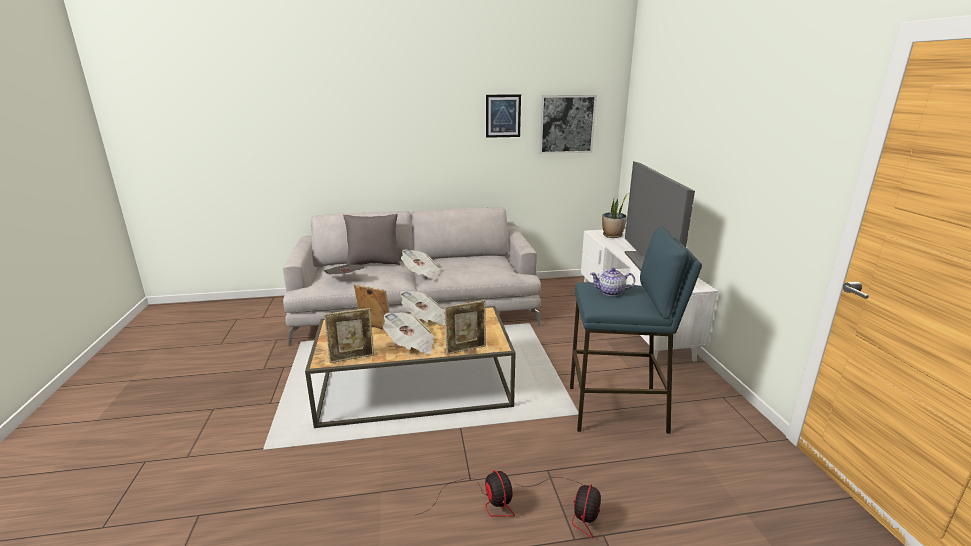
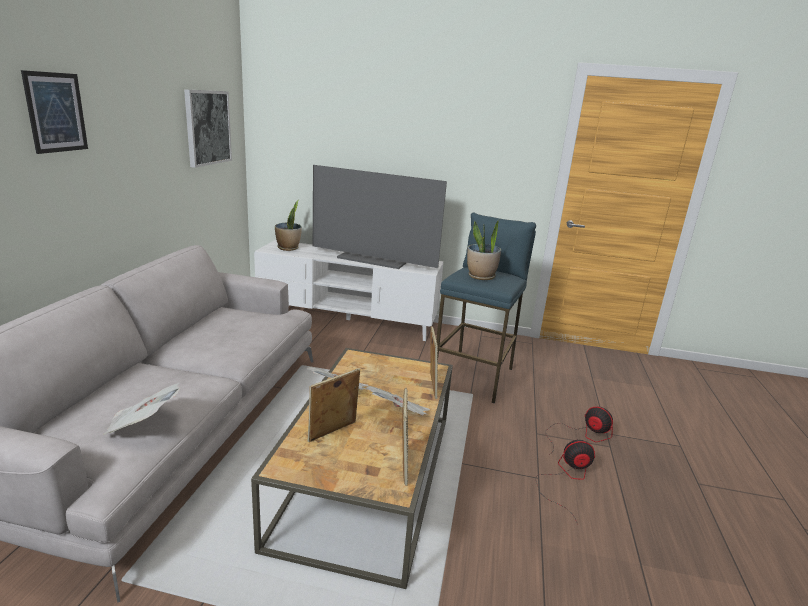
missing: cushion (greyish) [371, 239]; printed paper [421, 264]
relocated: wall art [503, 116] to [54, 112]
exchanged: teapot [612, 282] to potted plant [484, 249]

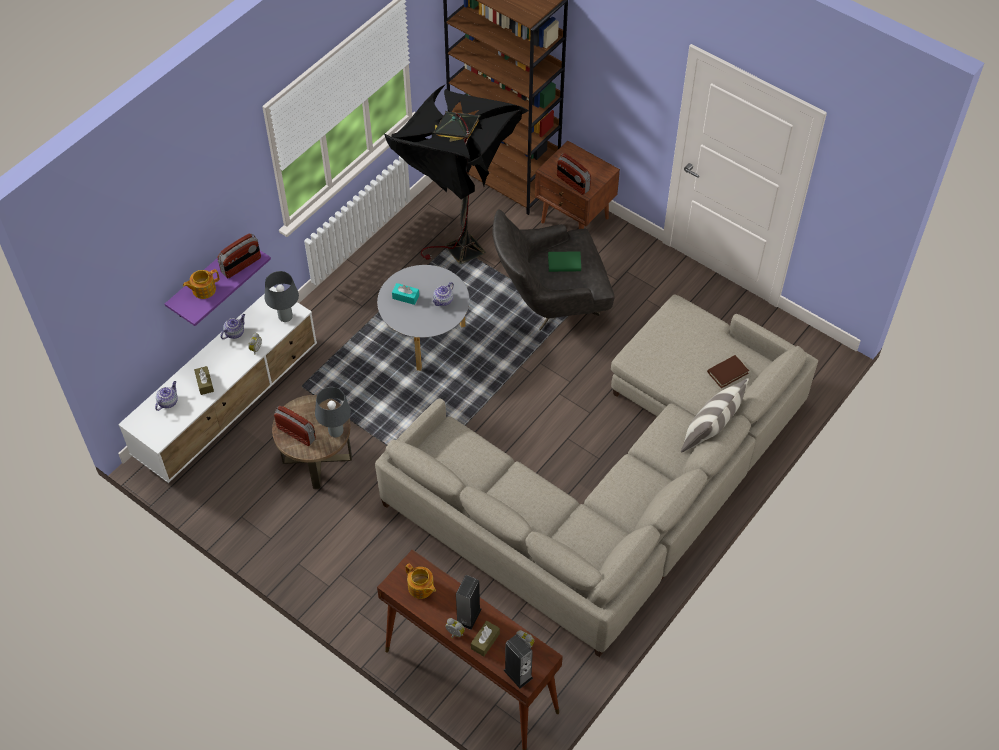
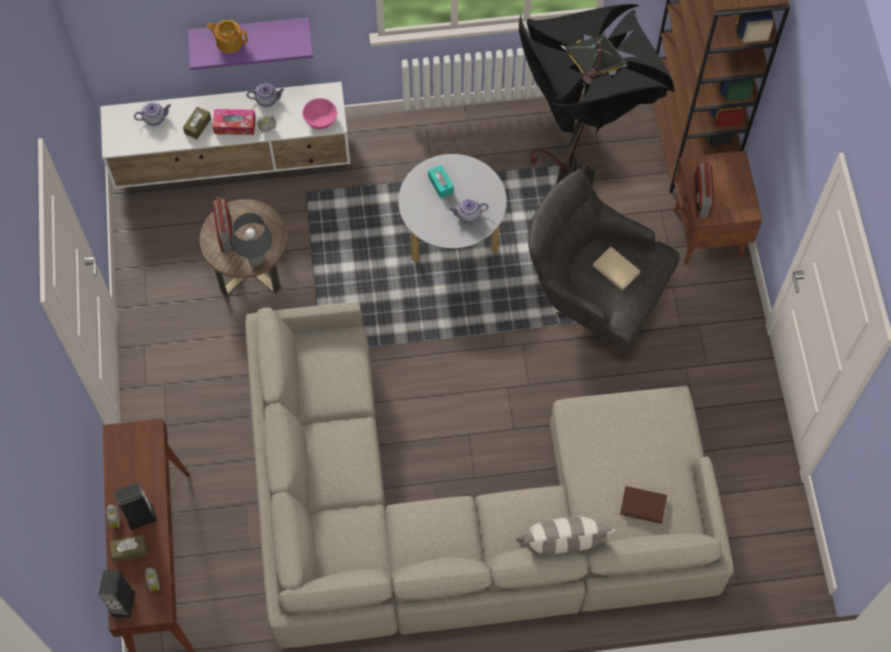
missing: radio receiver [239, 255]; teapot [420, 581]
appeared: tissue holder [234, 122]
exchanged: table lamp (greyish) [282, 296] to deep dish (pink-coloured) [319, 114]
colour: bound book (greenish) [564, 261] to bound book (sand-coloured) [616, 268]

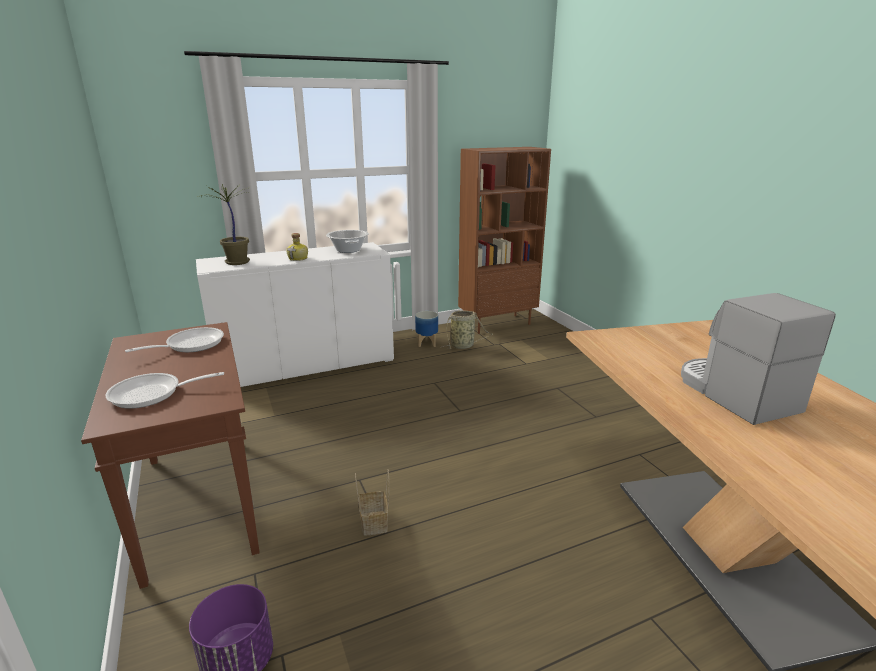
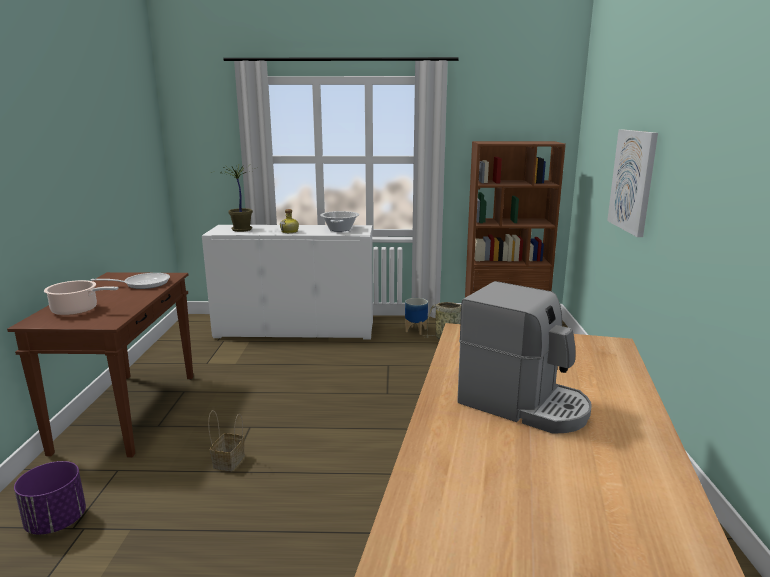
appeared: wall art [632, 183]
exchanged: pan [165, 390] to saucepot [81, 298]
spun: coffee brewer [758, 359] = [524, 357] 120 degrees clockwise

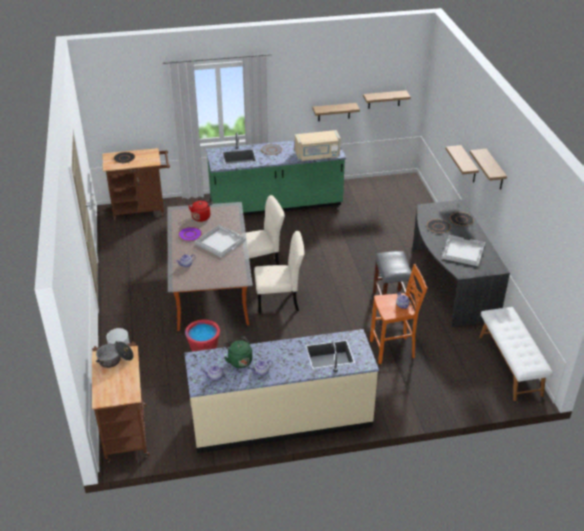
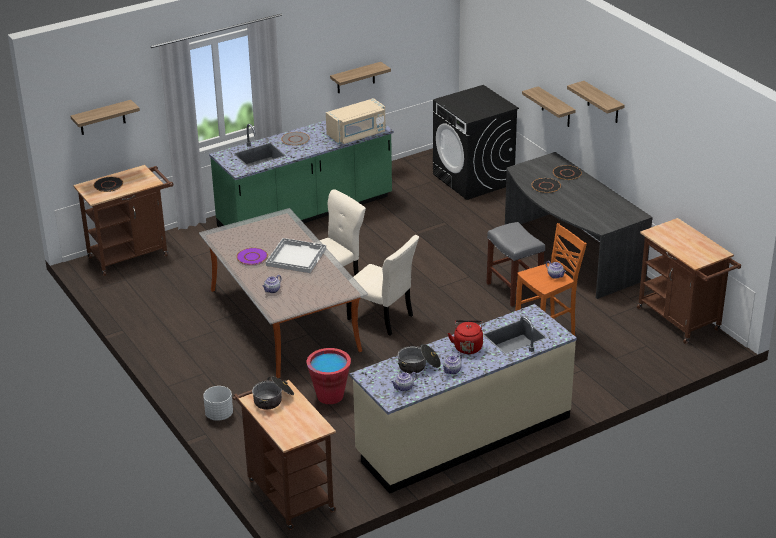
missing: serving tray (white) [463, 250]
appeared: laundry machine (black) [476, 142]
relocated: tea kettle (reddish) [200, 210] to [465, 337]; bracket shelf [387, 99] to [105, 117]
exchanged: tea kettle (greenish) [238, 352] to saucepot [419, 359]; long seat (white) [516, 354] to wheeled cart (brown-coloured) [689, 281]
spun: plain chair (sand-coloured) [279, 272] = [382, 285] 60 degrees clockwise

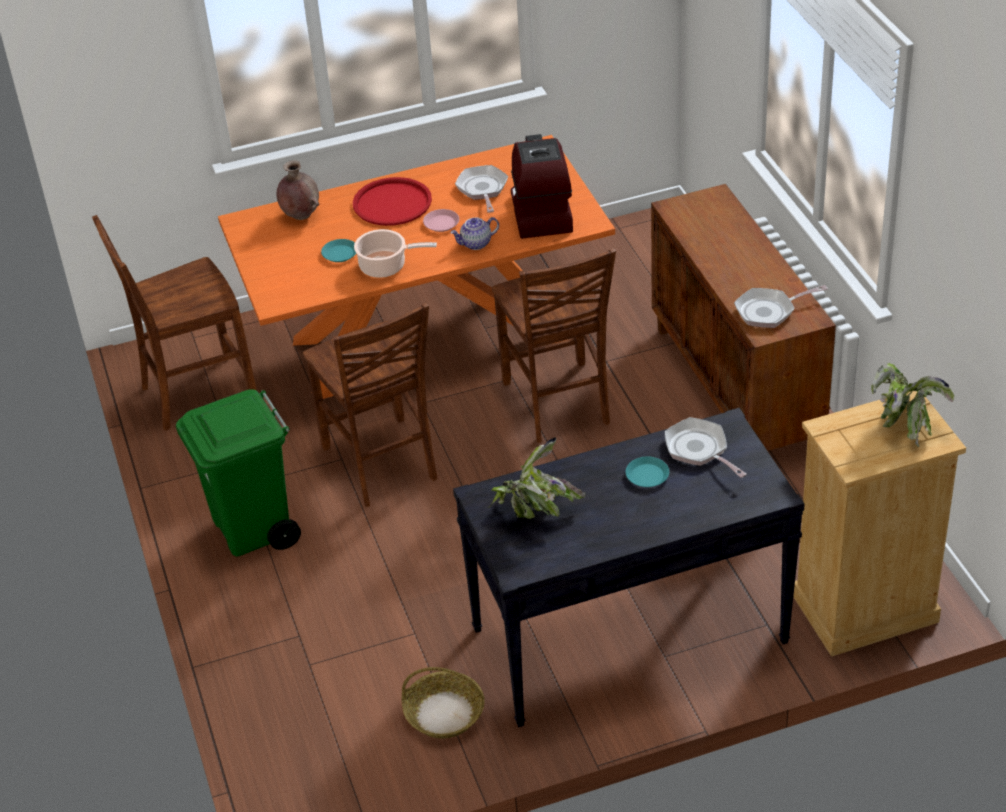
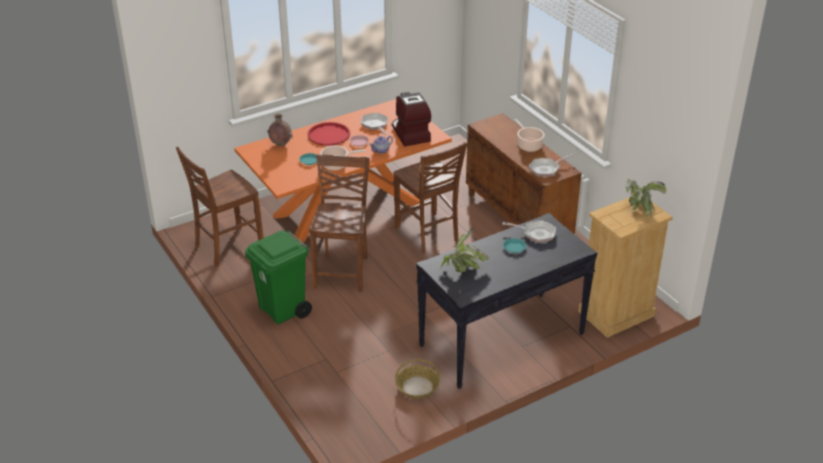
appeared: saucepot [529, 135]
spun: plain chair (brown-coloured) [370, 405] = [339, 223] 135 degrees counterclockwise; pan [706, 447] = [529, 231] 150 degrees clockwise

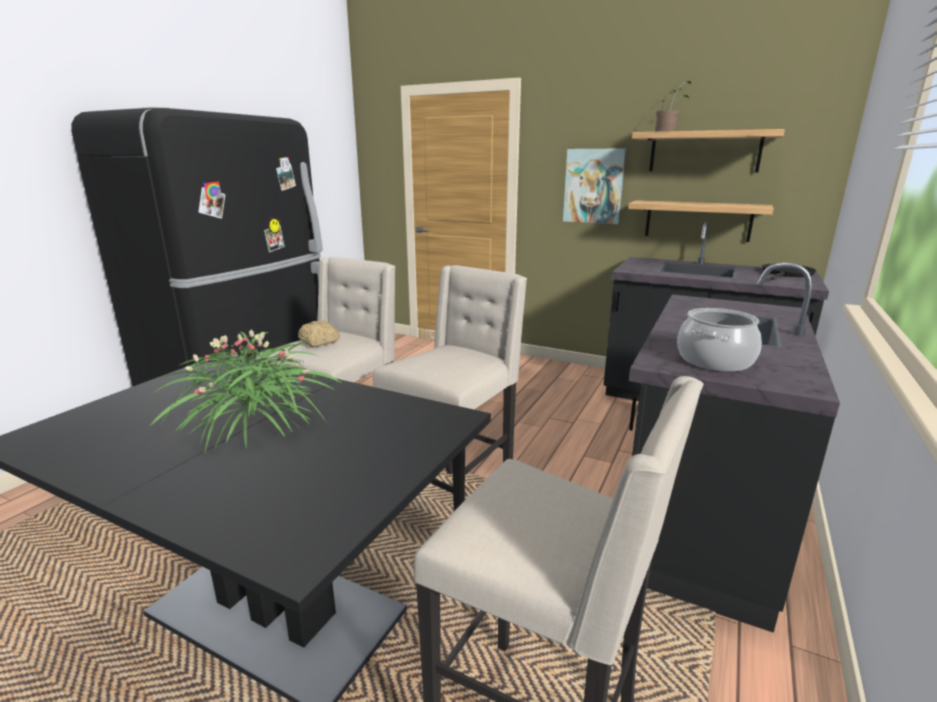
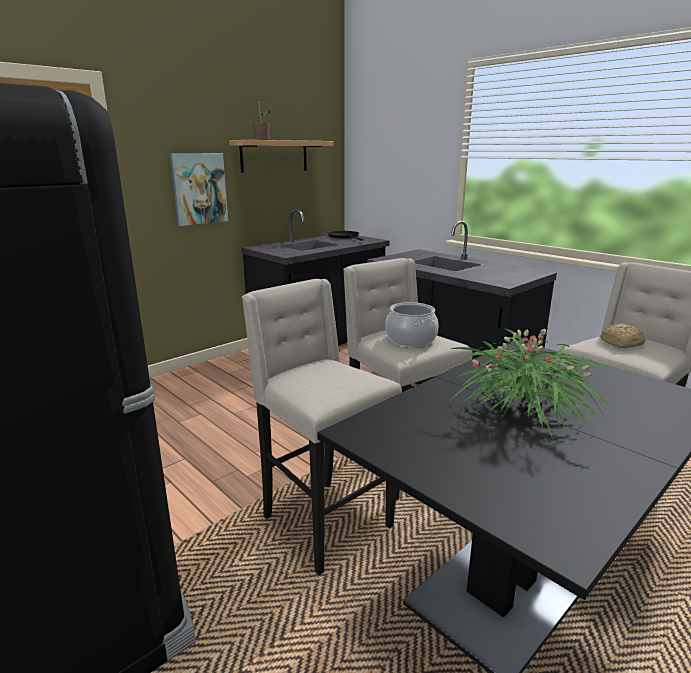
missing: bracket shelf [701, 221]
relocated: bakery bread [319, 333] to [623, 335]; saucepot [719, 339] to [412, 324]

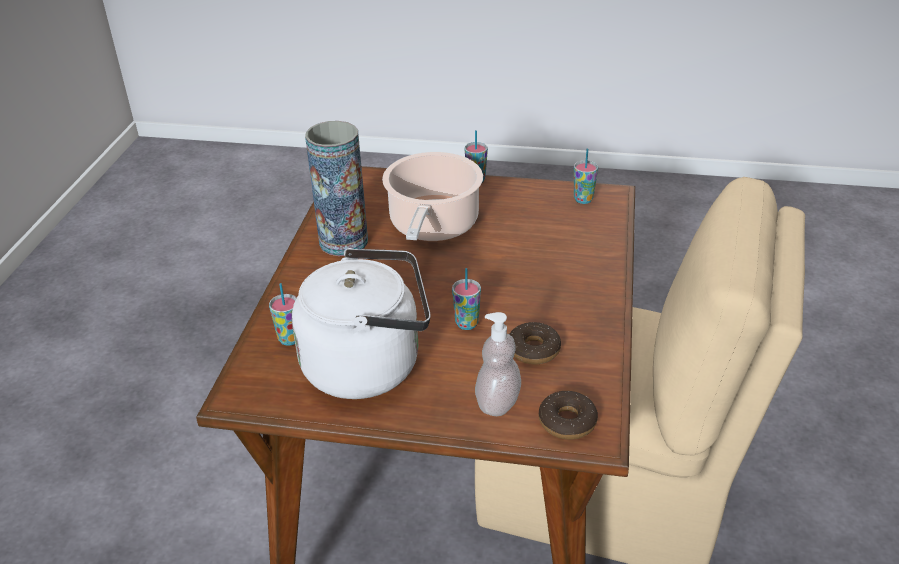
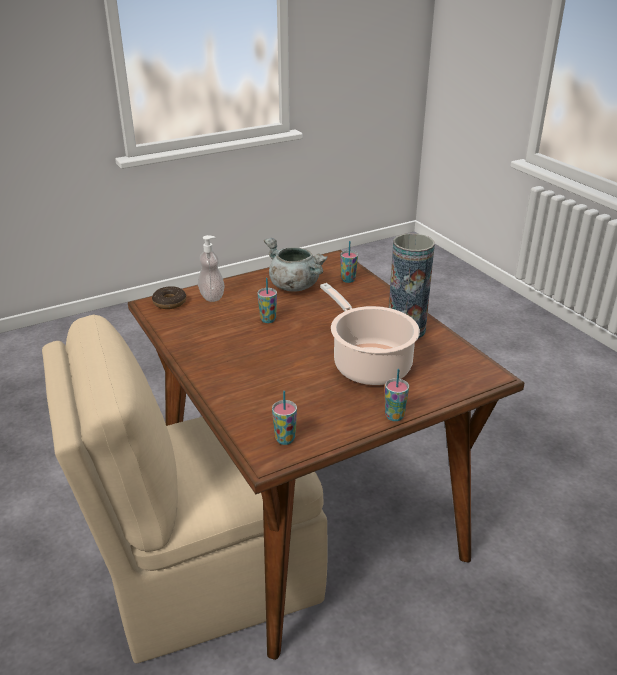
missing: donut [535, 343]
exchanged: tea kettle (white) [361, 323] to saucepot (greyish) [296, 265]

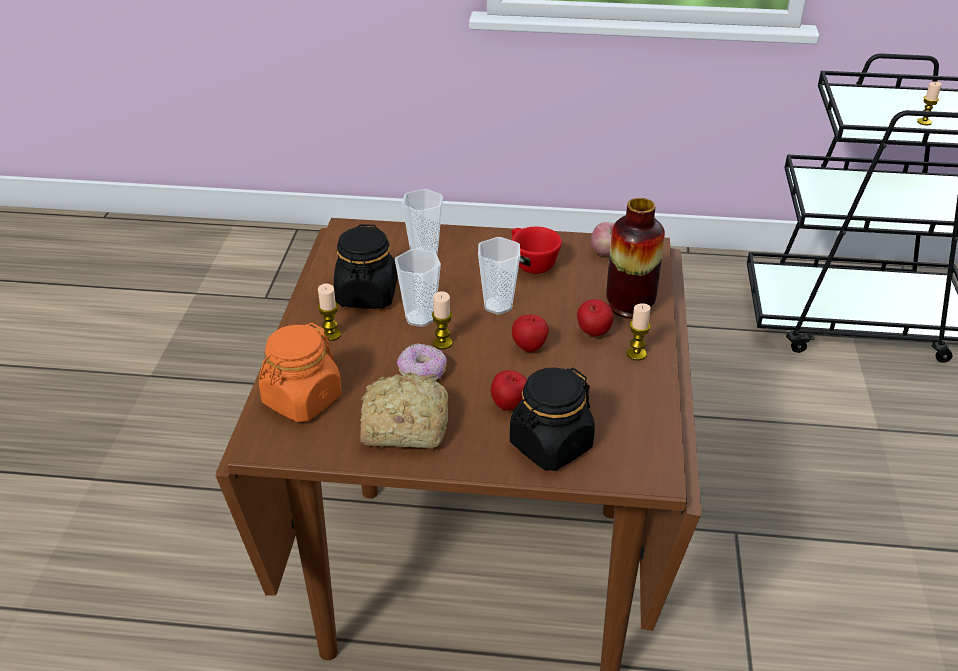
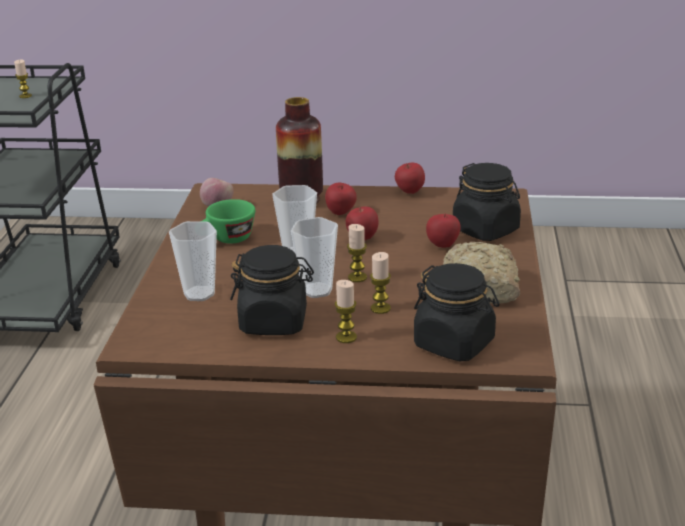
missing: donut [422, 362]
appeared: apple [410, 178]
relocated: candle [639, 332] to [380, 283]
colour: preserve jar (orange-coloured) [300, 372] to preserve jar (black) [457, 312]; drinking cup (reddish) [536, 250] to drinking cup (greenish) [228, 221]

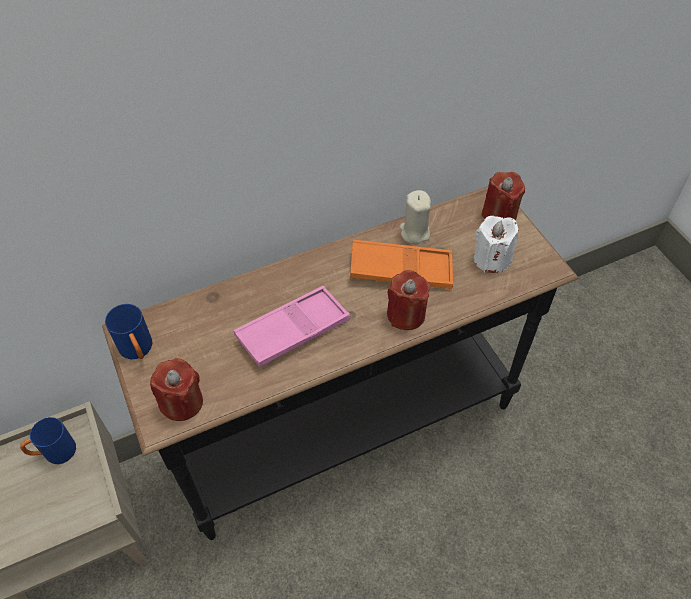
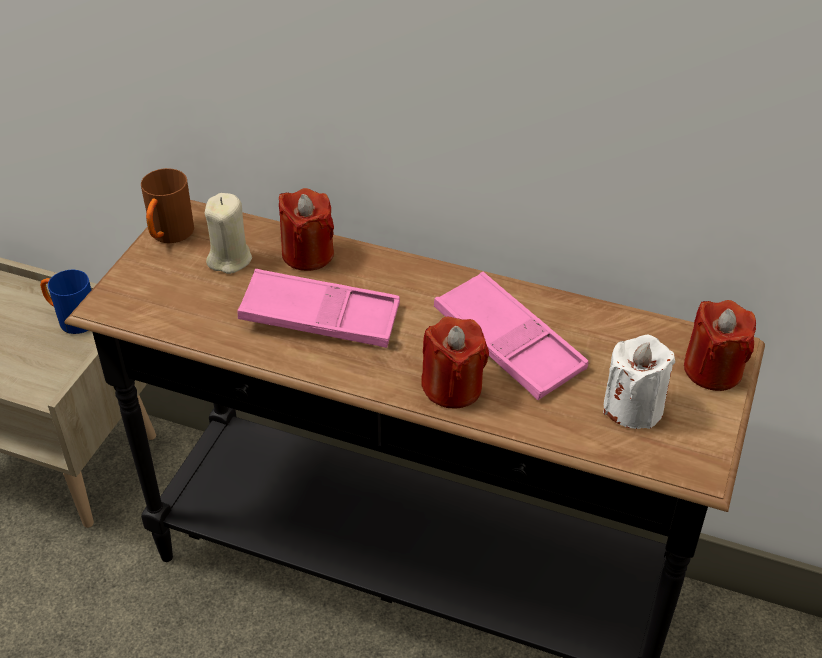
relocated: candle (reddish) [176, 389] to [306, 229]; candle (sand-coloured) [415, 217] to [228, 233]
colour: mug (bluish) [128, 331] to mug (brown-coloured) [167, 205]; serving tray (orange-coloured) [401, 264] to serving tray (pink-coloured) [511, 336]

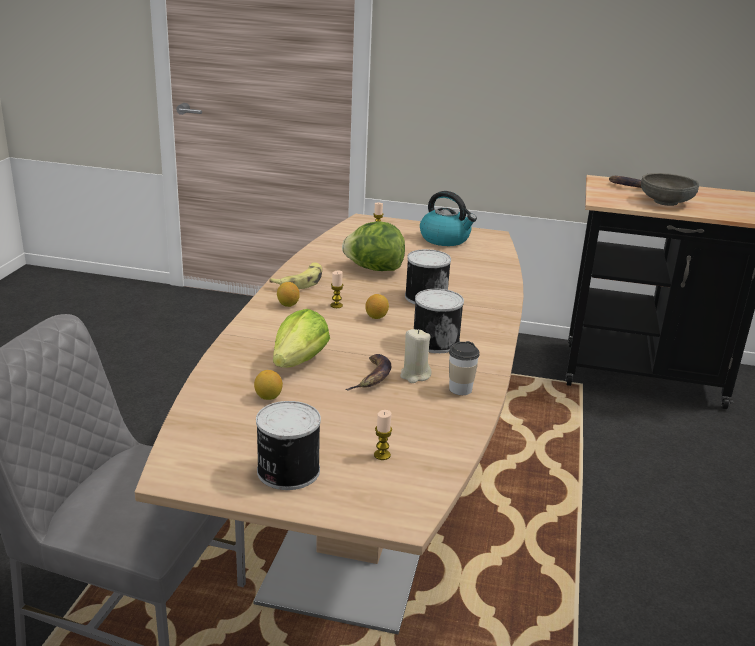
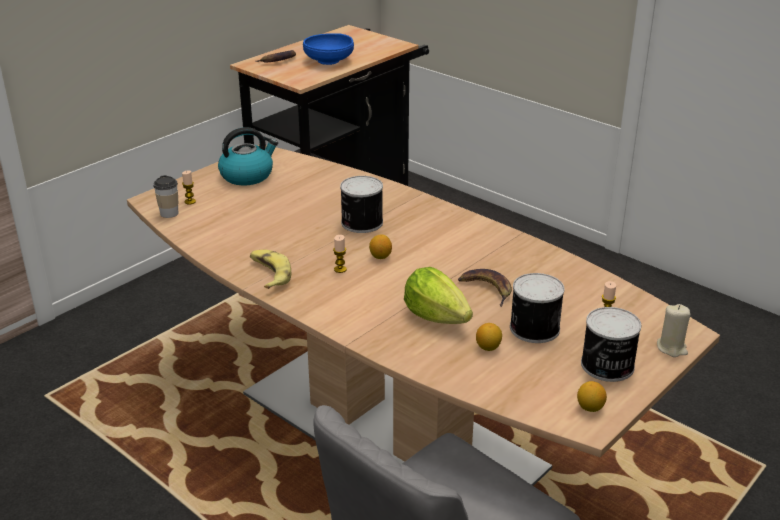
missing: lettuce [373, 246]
relocated: citrus fruit [288, 294] to [592, 396]; candle (sand-coloured) [416, 356] to [674, 330]; sealed can [439, 321] to [537, 308]; drinking cup [464, 368] to [165, 196]
colour: deep dish (greyish) [670, 189] to deep dish (bluish) [328, 49]

